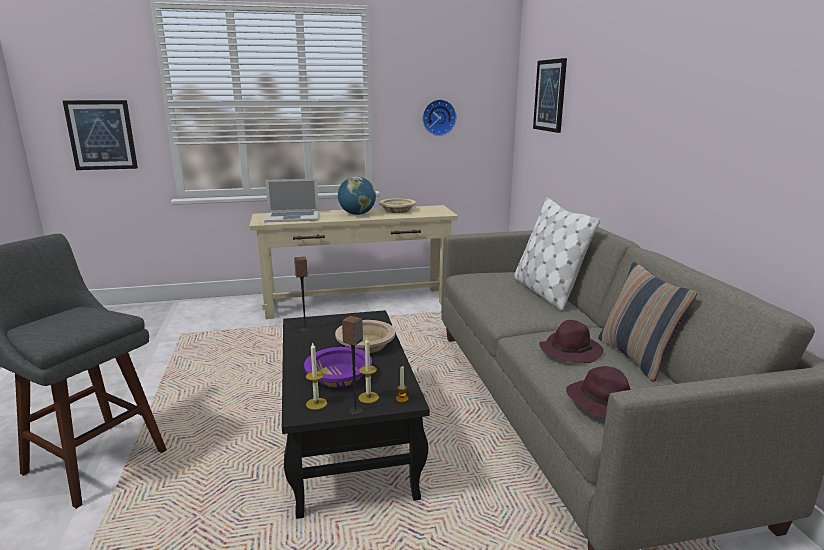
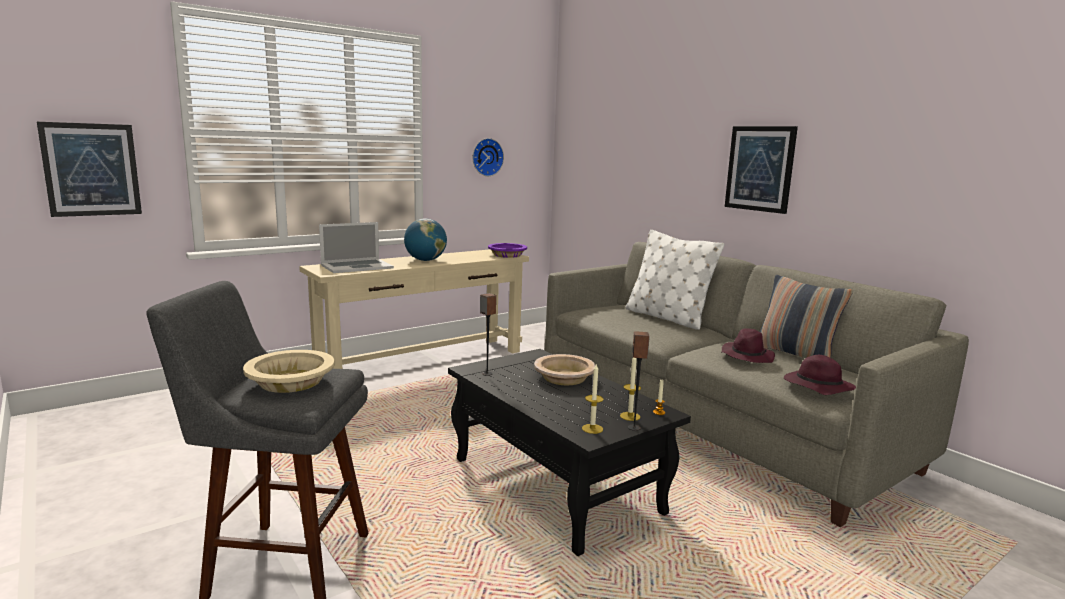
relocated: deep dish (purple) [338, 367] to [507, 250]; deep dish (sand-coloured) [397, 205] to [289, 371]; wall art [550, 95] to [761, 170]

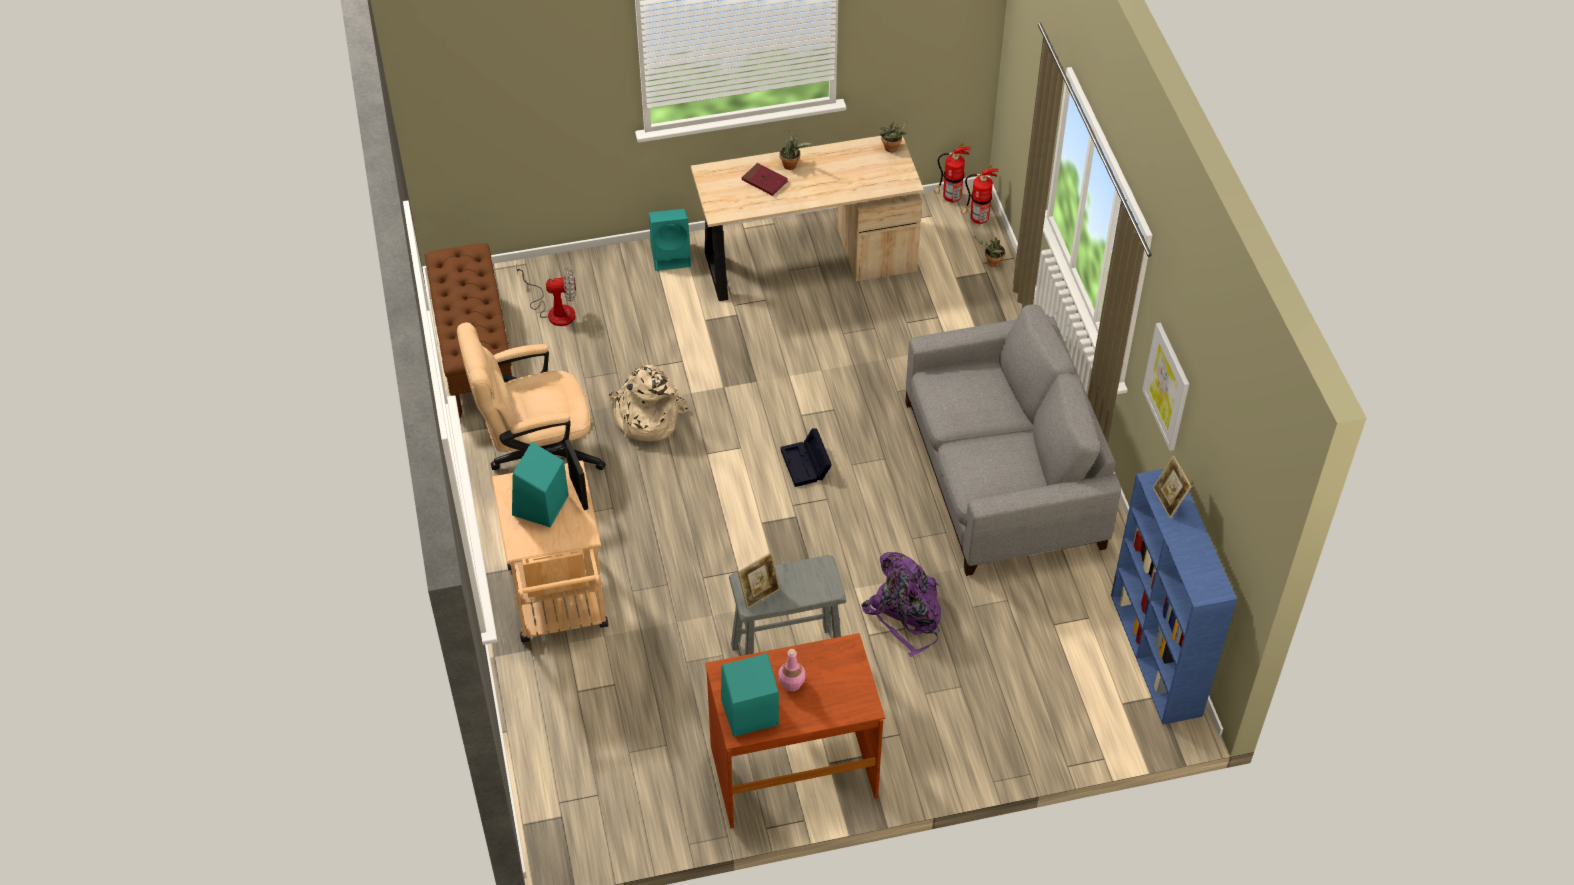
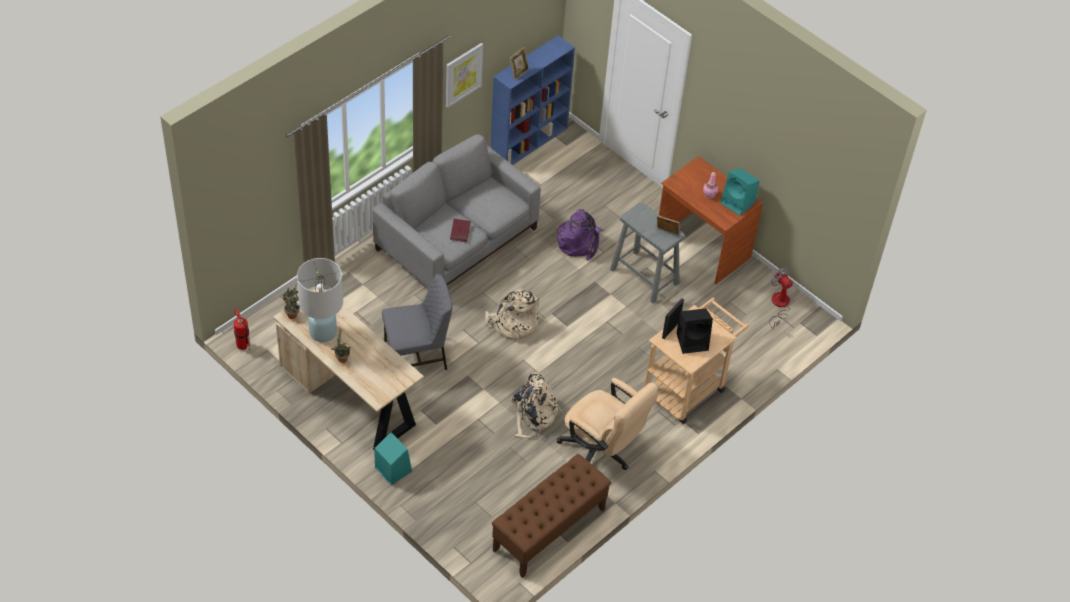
missing: extinguisher [980, 194]
appeared: table lamp (white) [320, 300]; plain chair (greyish) [417, 322]
relocated: electric fan [546, 295] to [781, 298]; bound book (reddish) [765, 179] to [460, 230]
exchanged: storage container (black) [806, 457] to rucksack (sand-coloured) [512, 314]
colour: speaker (blue-green) [540, 484] to speaker (black) [695, 331]

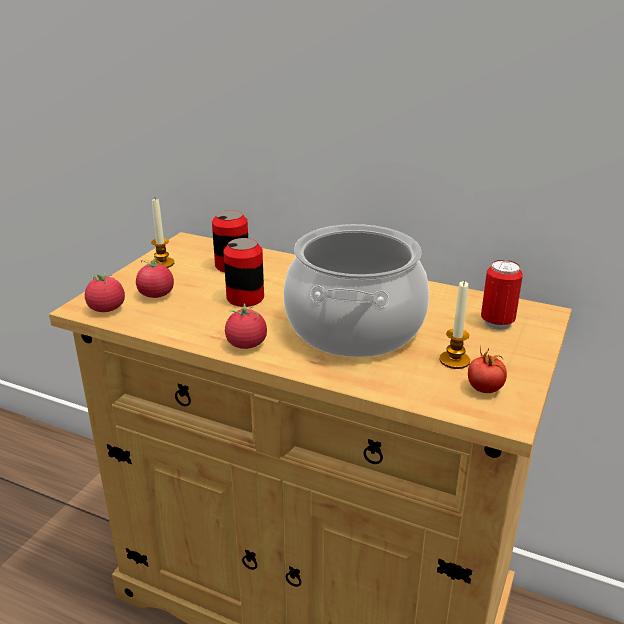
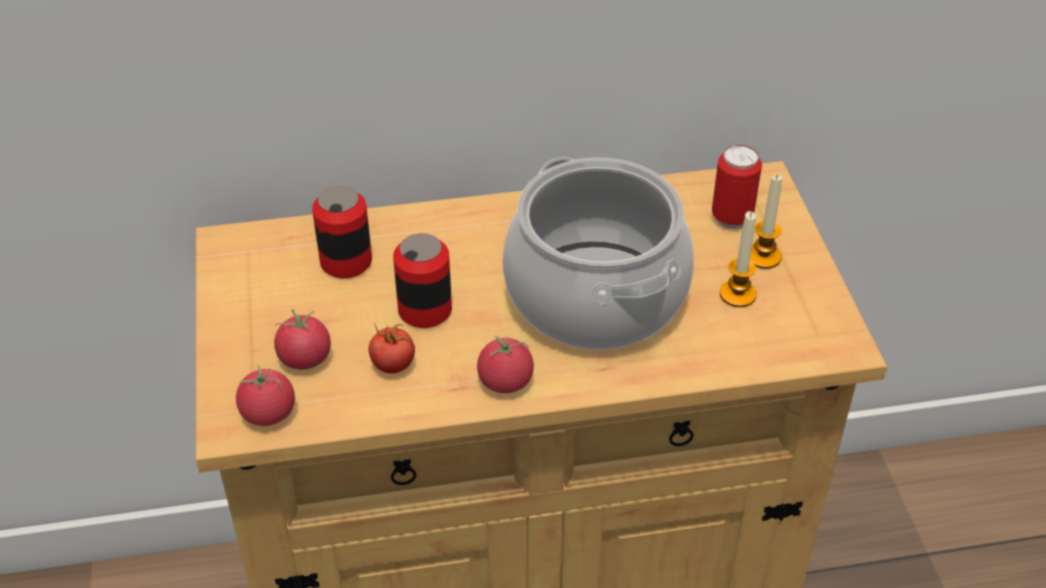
relocated: candle [162, 233] to [766, 221]; whole tomato [487, 369] to [391, 348]

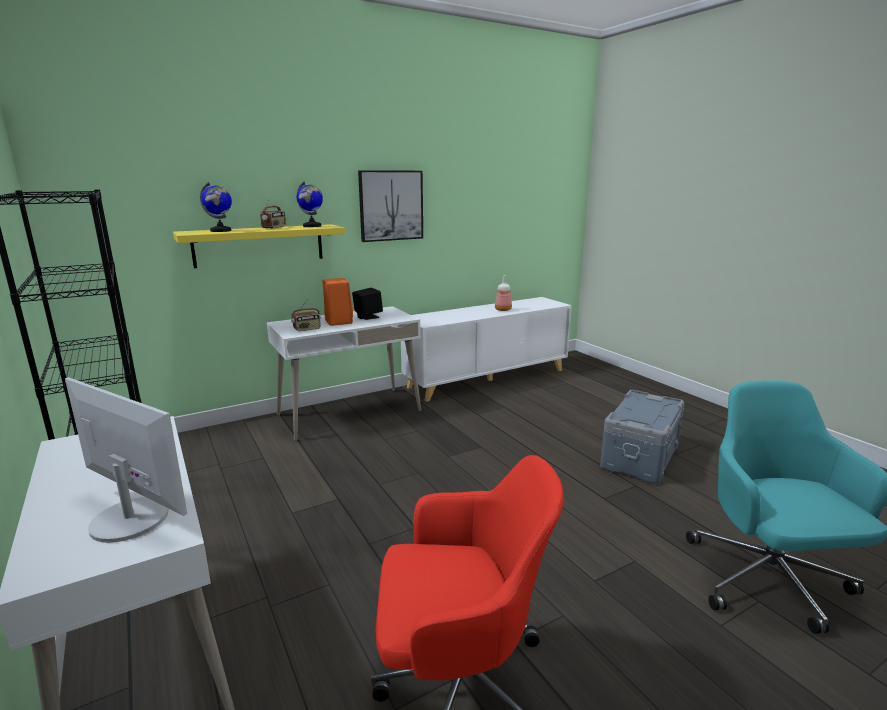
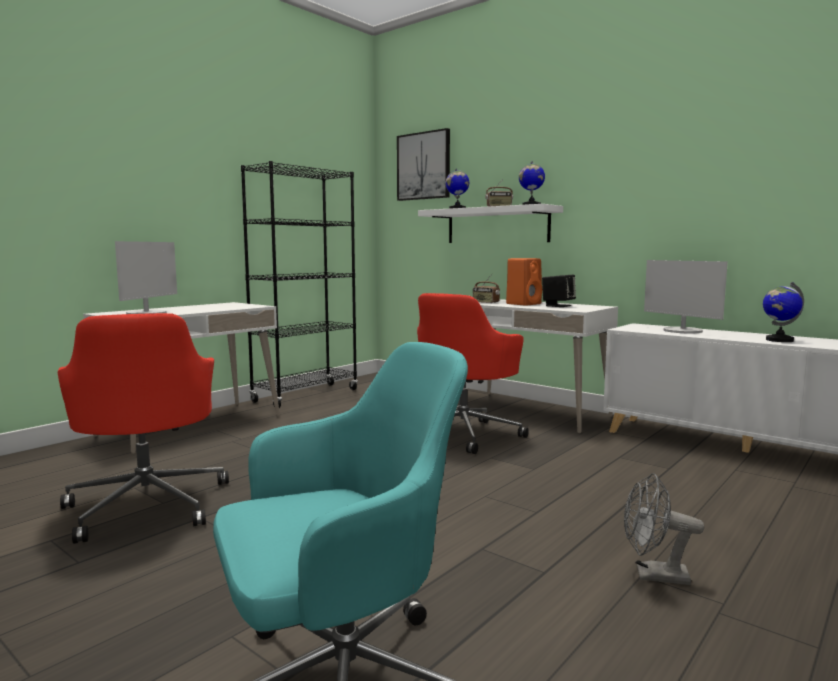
appeared: computer chair (reddish) [473, 373]; computer display [686, 296]
relocated: wall art [390, 206] to [423, 164]
exchanged: bottle [503, 293] to globe [783, 312]; storage container (greyish) [642, 436] to electric fan (greyish) [664, 529]
colour: bracket shelf (yellowish) [259, 246] to bracket shelf (white) [490, 223]

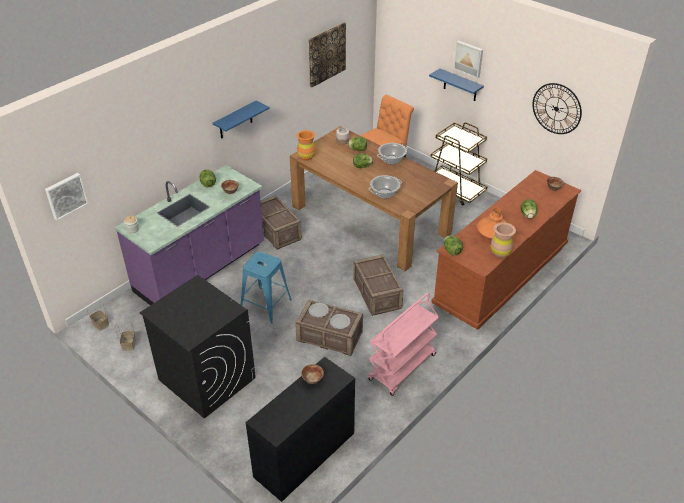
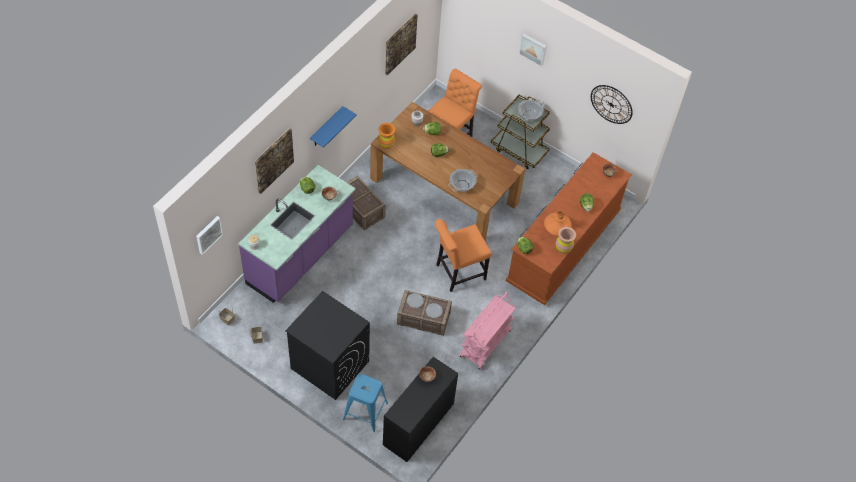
missing: bracket shelf (bluish) [456, 84]
appeared: wall art [274, 161]
relocated: sitting stool (bluish) [266, 287] to [365, 403]; saucepot [392, 153] to [530, 110]
exchanged: shipping crate [378, 285] to plain chair (orange-coloured) [463, 255]

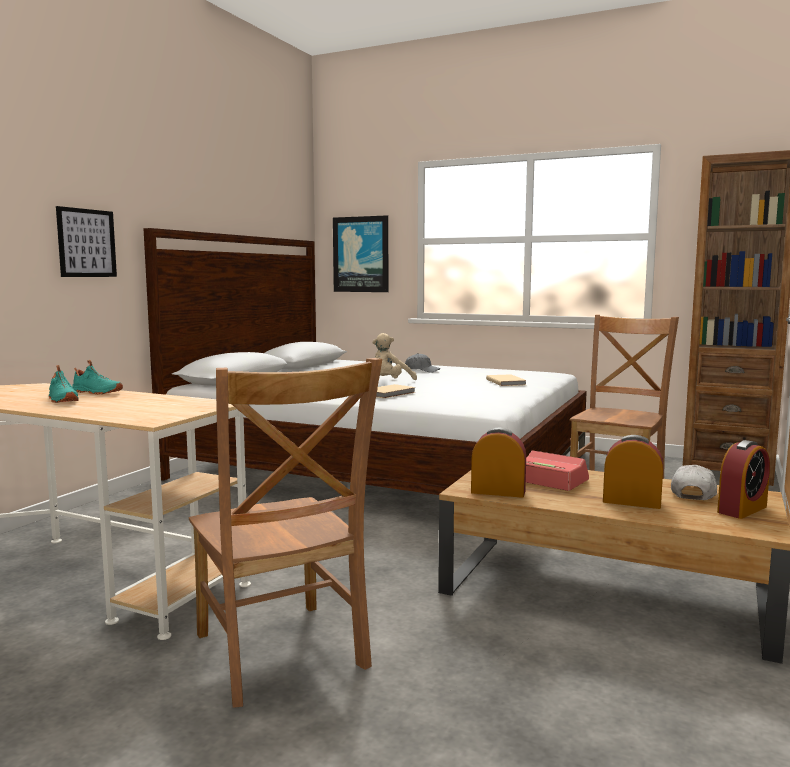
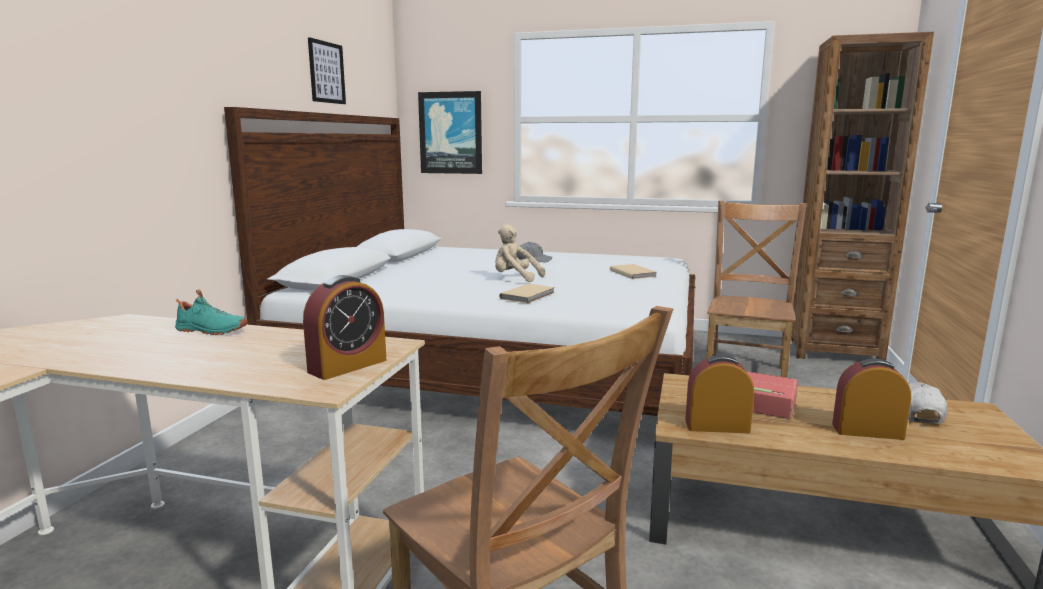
missing: shoe (blue-green) [64, 384]
relocated: wall art [86, 241] to [327, 70]; bedside clock [743, 479] to [344, 327]
spun: soft toy (sand-coloured) [394, 356] = [520, 253] 75 degrees clockwise

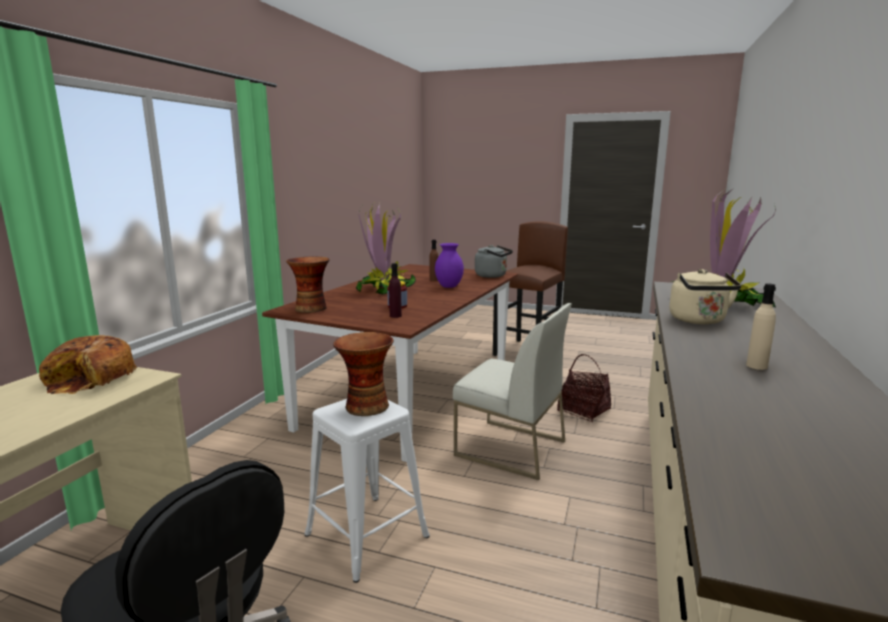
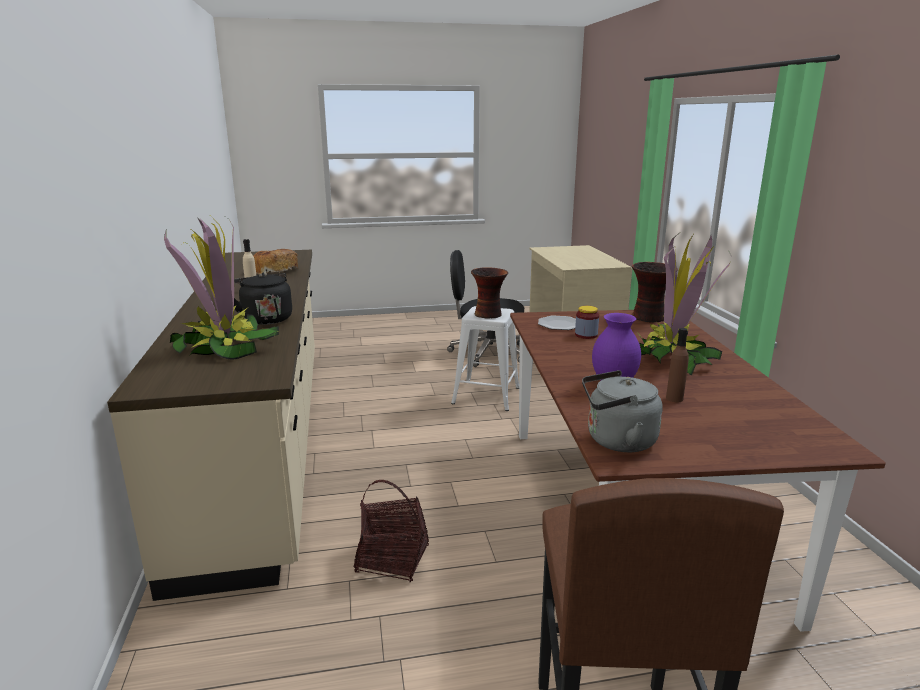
missing: plain chair (white) [512, 391]
relocated: bakery bread [88, 364] to [275, 261]
exchanged: bottle (purple) [395, 290] to plate [557, 323]
colour: tea kettle (sand-coloured) [705, 296] to tea kettle (black) [263, 299]

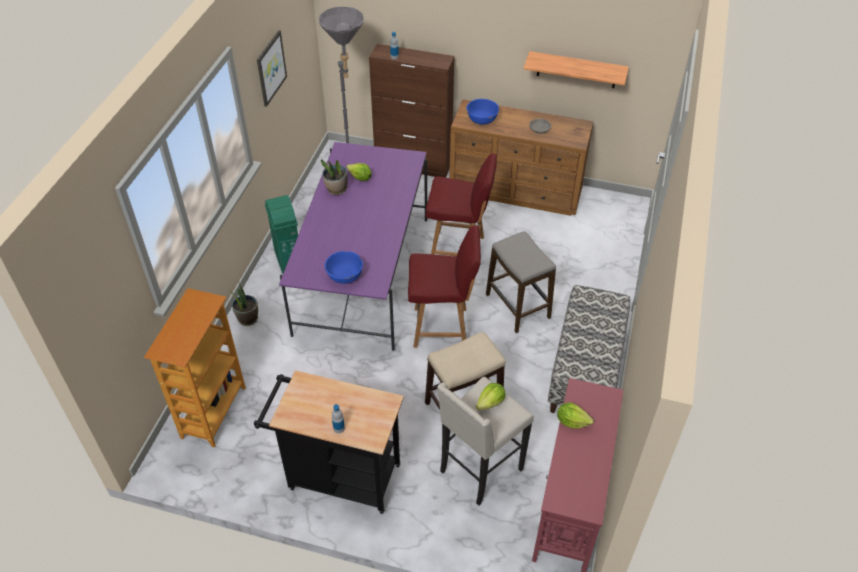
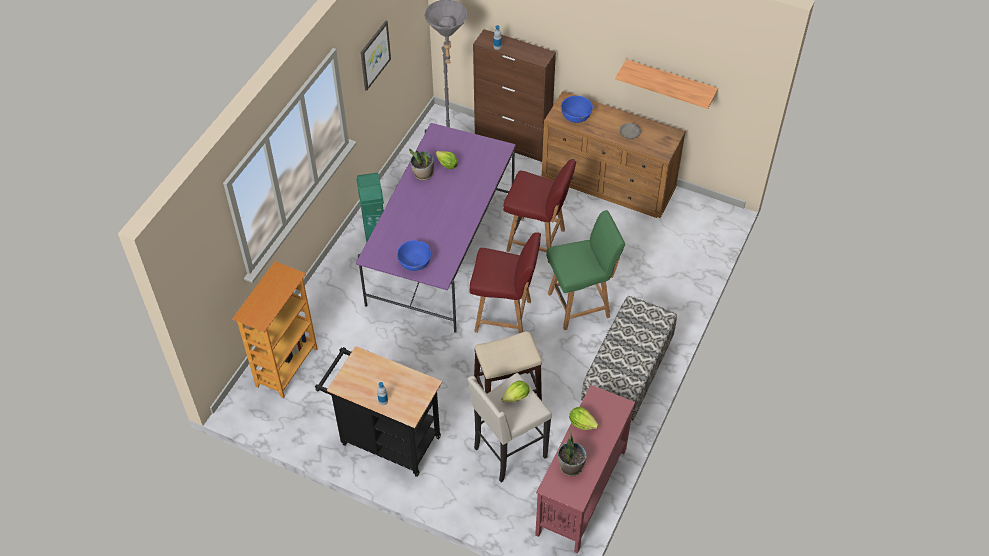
relocated: potted plant [245, 303] to [572, 453]
exchanged: sitting stool [521, 282] to plain chair (greenish) [585, 270]

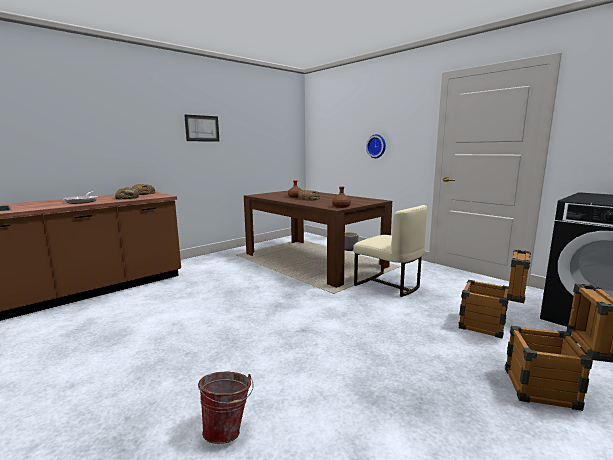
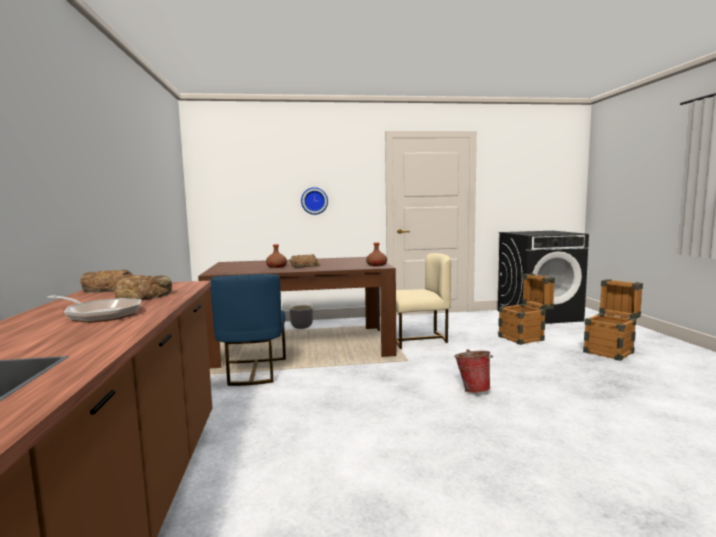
missing: wall art [201, 128]
appeared: plain chair (bluish) [248, 330]
relocated: water bucket [225, 408] to [473, 371]

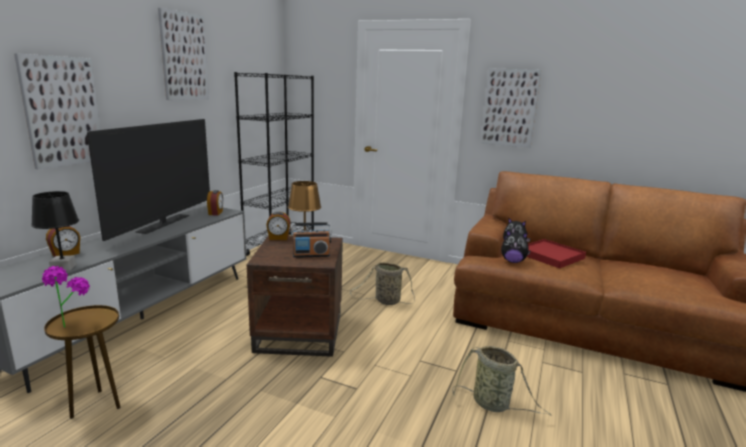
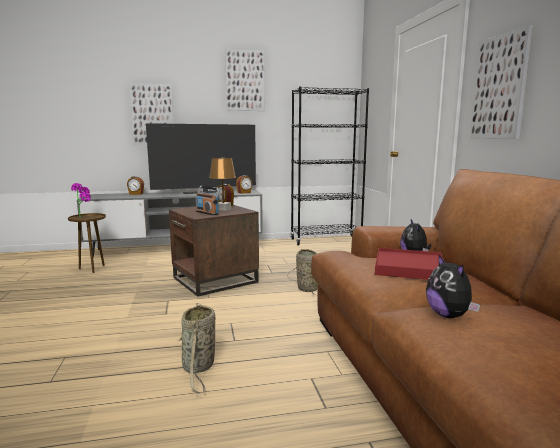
missing: table lamp (black) [55, 231]
relocated: soft toy [515, 246] to [453, 286]

